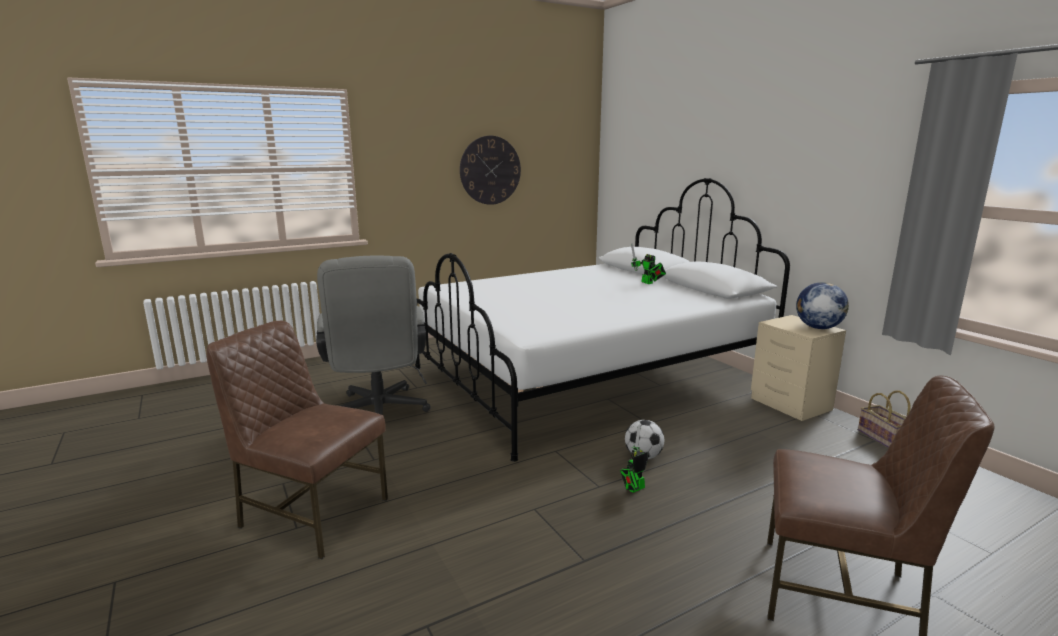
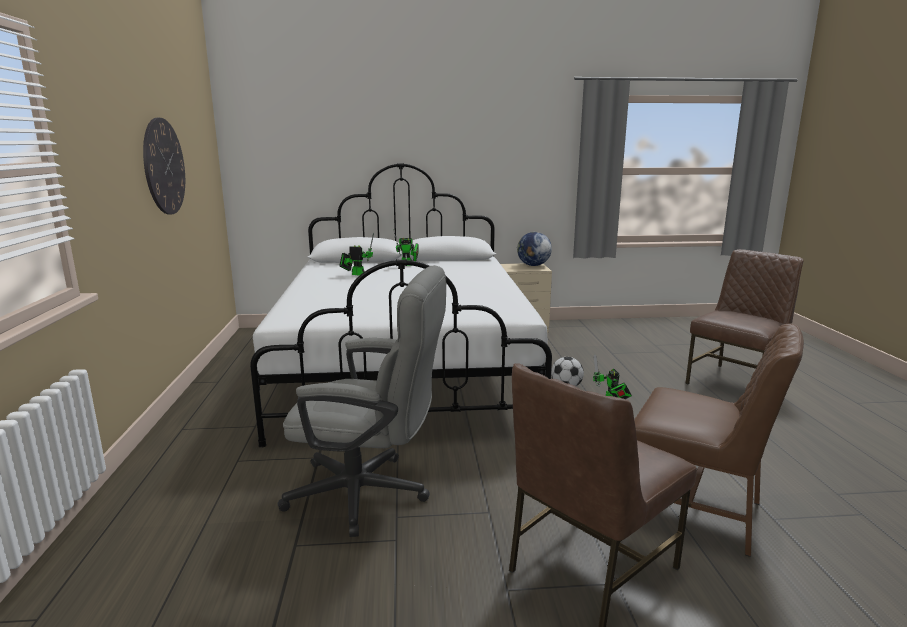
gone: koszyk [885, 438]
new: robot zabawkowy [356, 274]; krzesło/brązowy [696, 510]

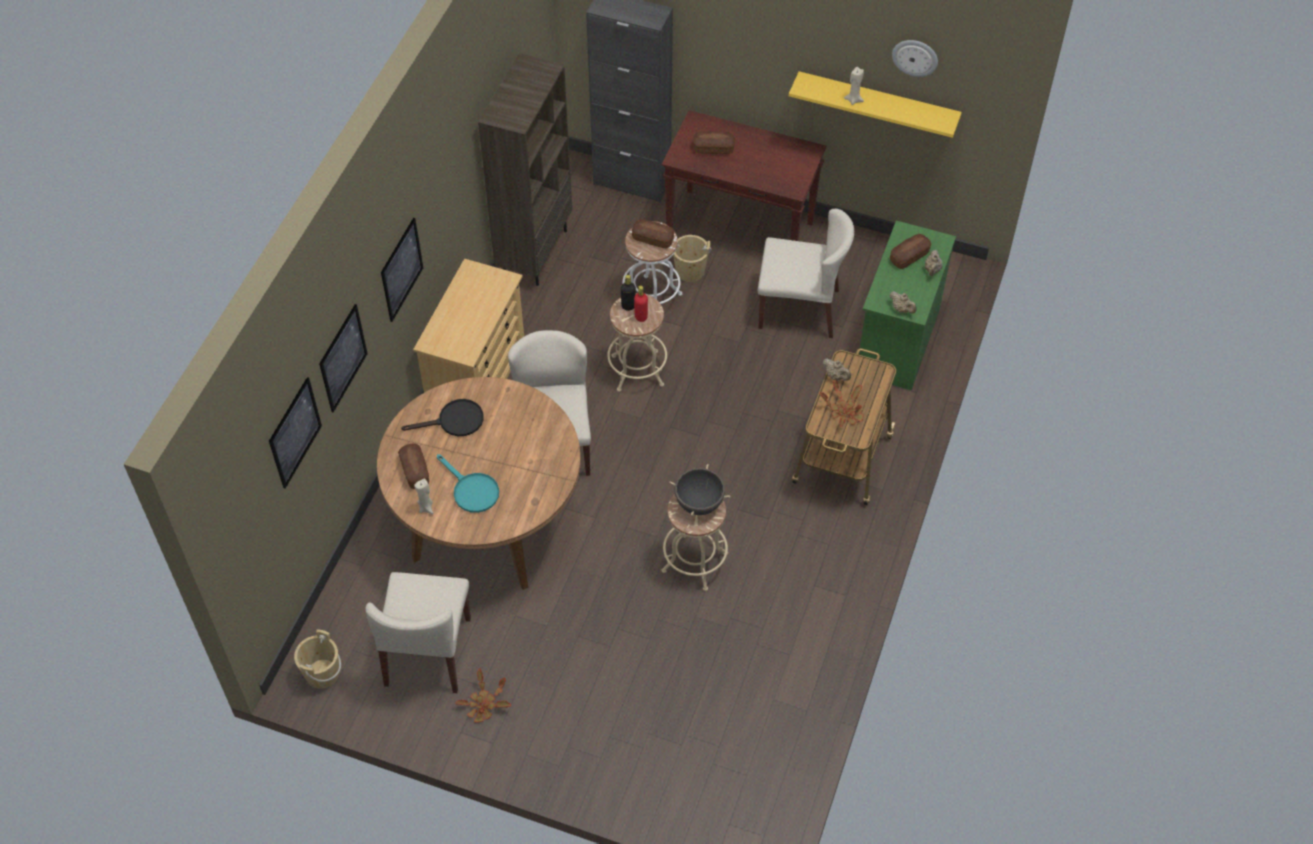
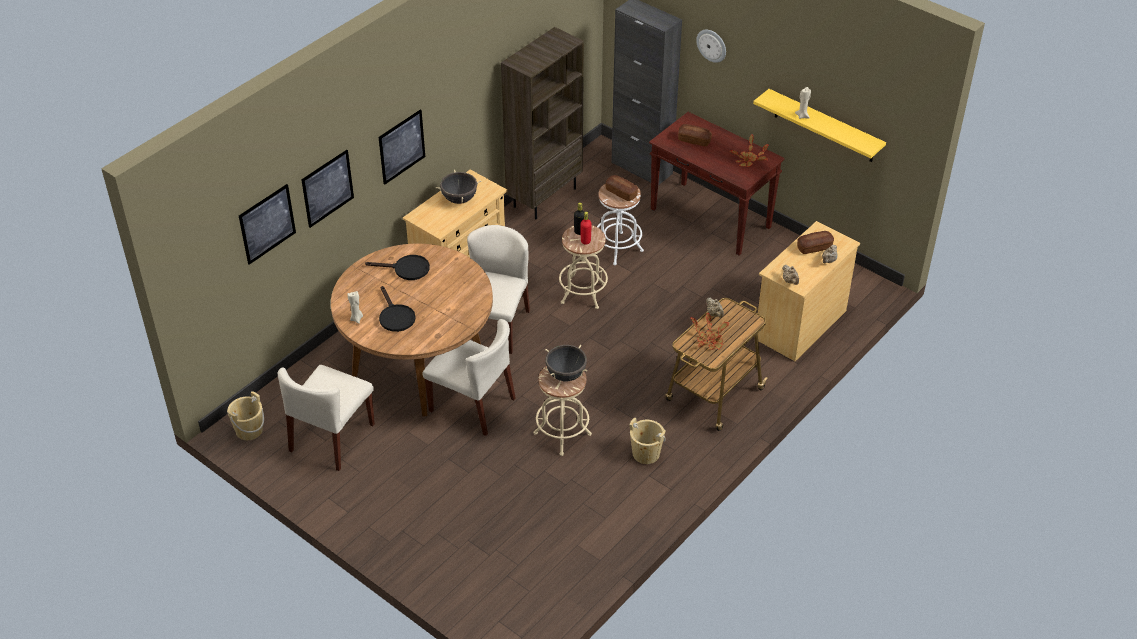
gone: chleb [415, 471]
new: garnek/czarny [459, 199]
shifted: roślina doniczkowa [484, 705] to [748, 160]; wiadro/beżowy [690, 271] to [646, 453]; krzesło/beżowy [799, 309] to [473, 405]; zegar ścienny [915, 57] to [712, 45]
repainted: patelnia/turkusowy [471, 490] to patelnia/czarny [395, 316]; komoda/zielony [897, 341] to komoda/beżowy [800, 325]

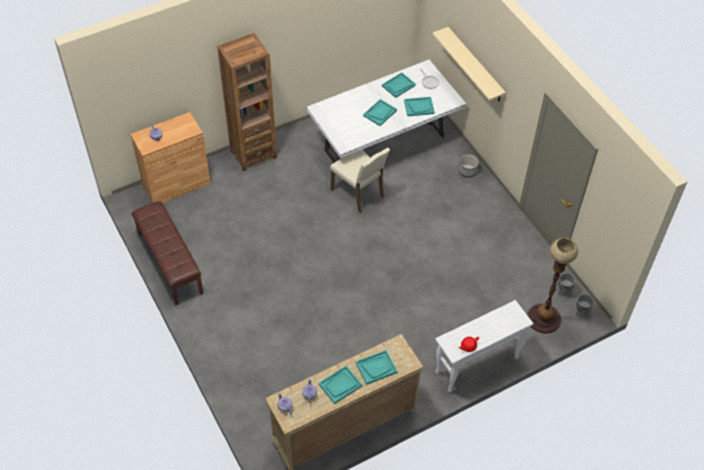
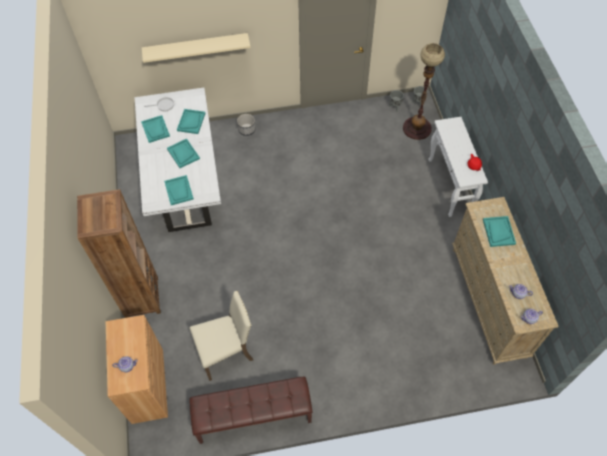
shifted: taca/turkusowy [340, 385] to [179, 191]; krzesło/beżowy [359, 193] to [226, 352]

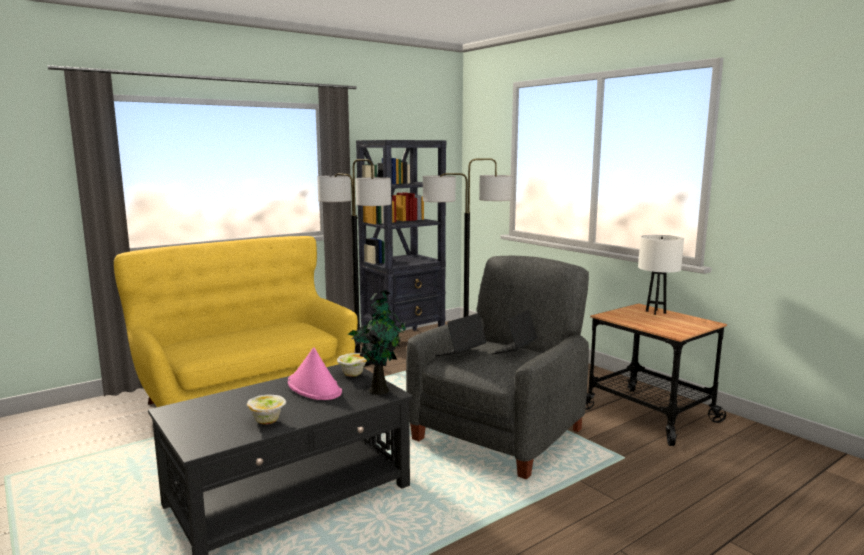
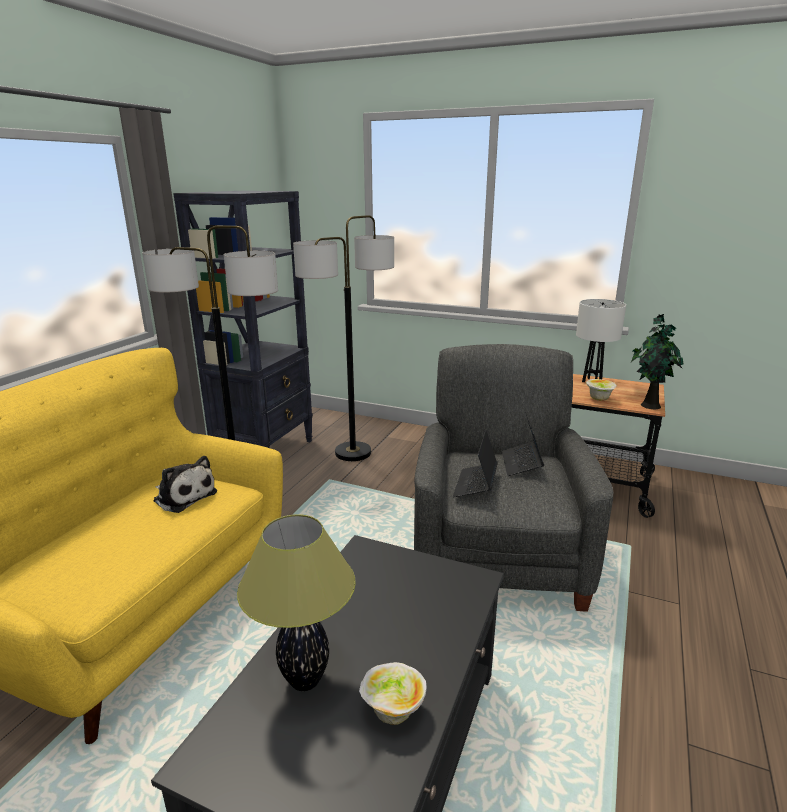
gone: kapelusz/różowy [314, 387]
new: pluszak [184, 496]; lampa stołowa [305, 680]
shifted: miska [352, 375] to [598, 399]; roślina doniczkowa [379, 389] to [649, 405]

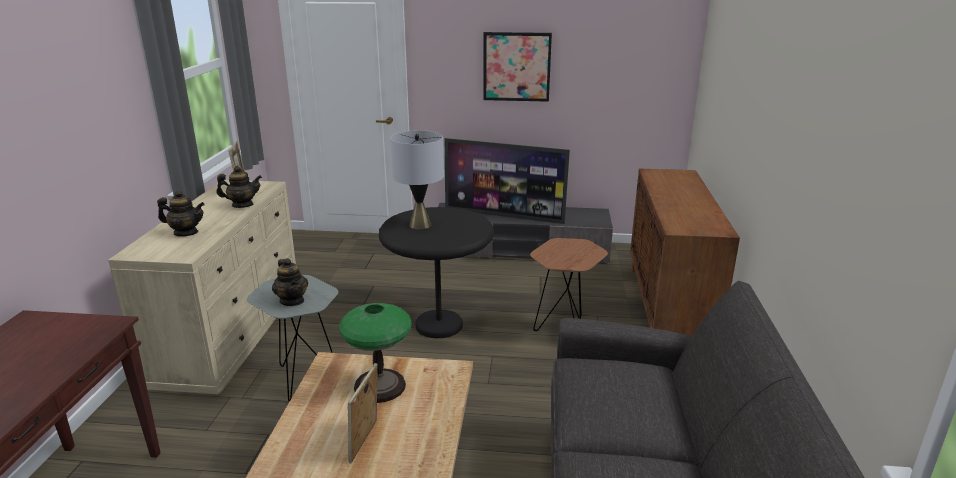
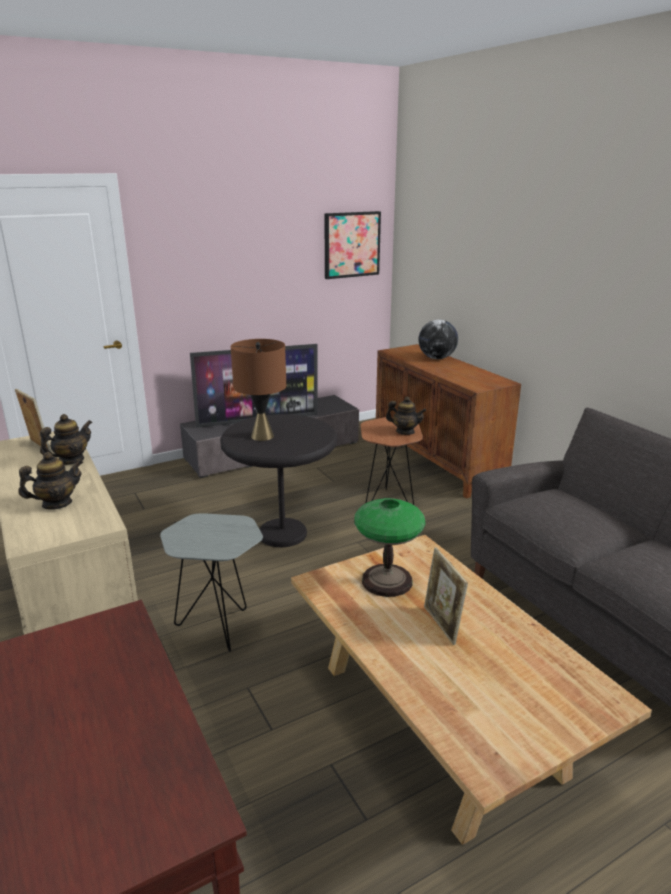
new: globus [437, 358]
shifted: imbryk [292, 301] to [405, 432]; obraz [516, 66] to [351, 244]
repainted: lampa stołowa/szary [420, 225] to lampa stołowa/brązowy [262, 436]

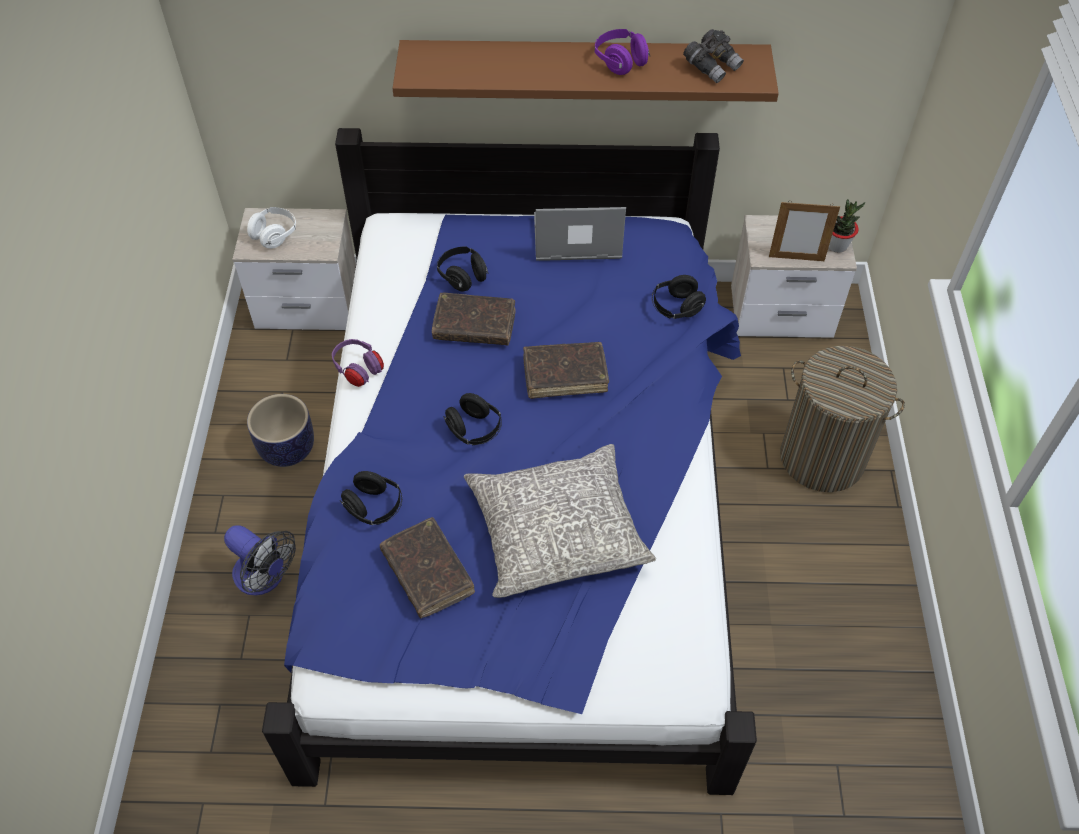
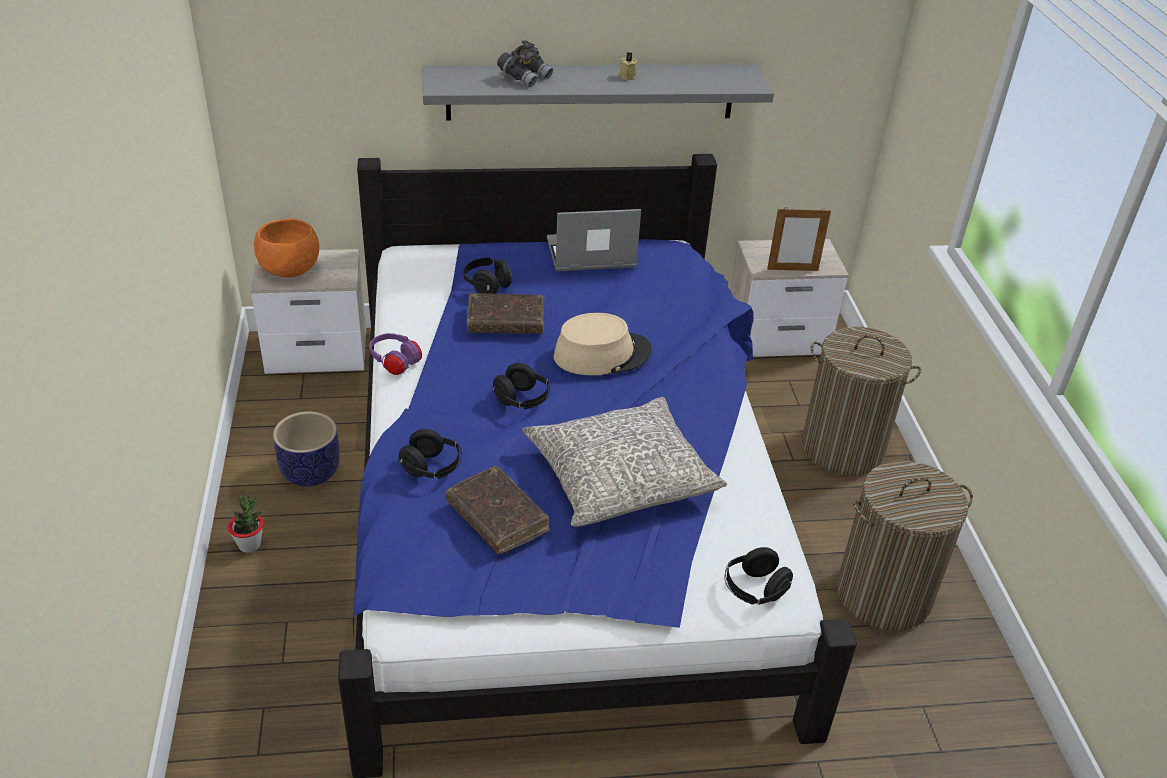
gone: wentylator [265, 578]
new: kosz na pranie [883, 594]
shifted: słuchawki/czarny [676, 308] to [754, 590]; lornetka/szary [712, 66] to [525, 77]; roślina doniczkowa [837, 246] to [250, 545]
swapped: słuchawki/biały [274, 235] to miska/pomarańczowy [291, 270]; książka/brązowy [565, 375] to kapelusz/beżowy [602, 354]; słuchawki/fioletowy [620, 62] to świeca/beżowy [628, 76]
repainted: półka/brązowy [583, 68] to półka/szary [591, 92]

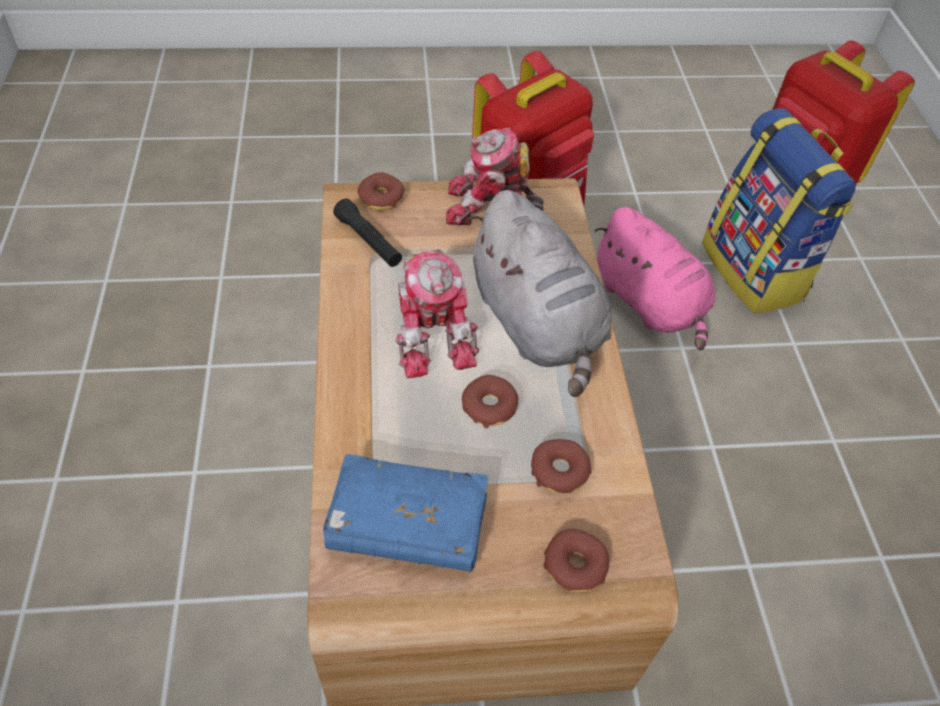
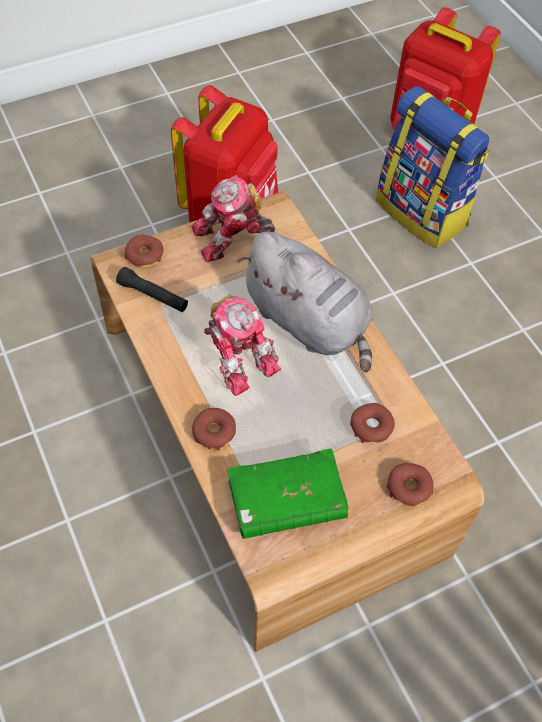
gone: pluszak/różowy [649, 303]
shifted: donut [489, 406] to [214, 432]
repainted: książka/niebieski [407, 524] to książka/zielony [286, 501]

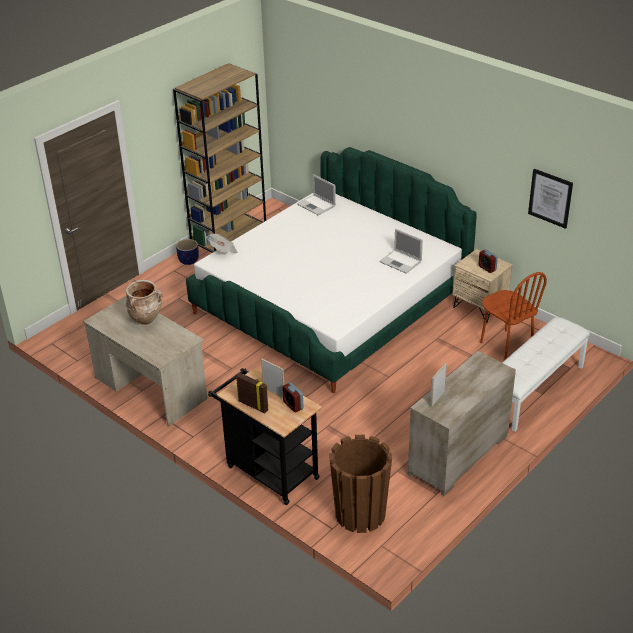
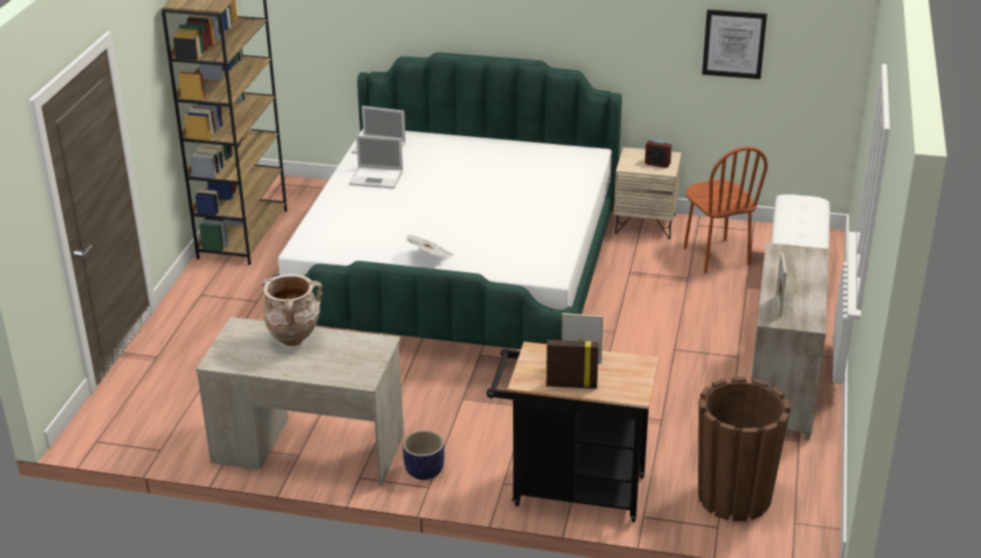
gone: budzik [293, 405]
shifted: donica [189, 261] to [425, 471]; gazeta [223, 250] to [430, 257]; laptop [401, 262] to [377, 178]
rotated: krzesło/brązowy [506, 346] = [716, 256] 45 degrees clockwise

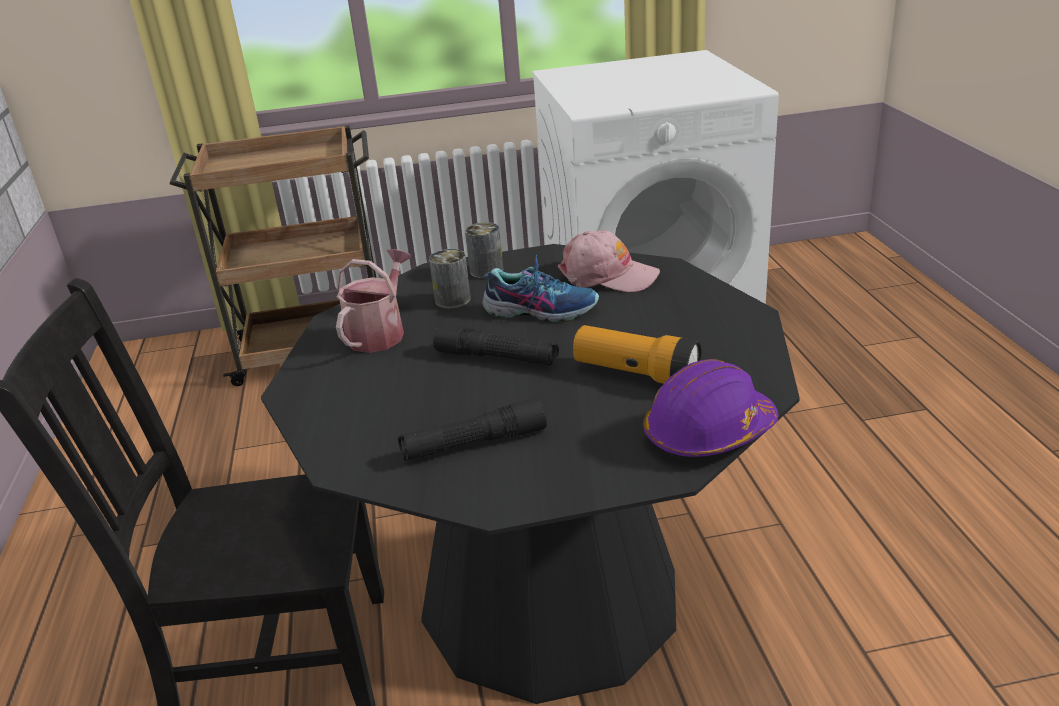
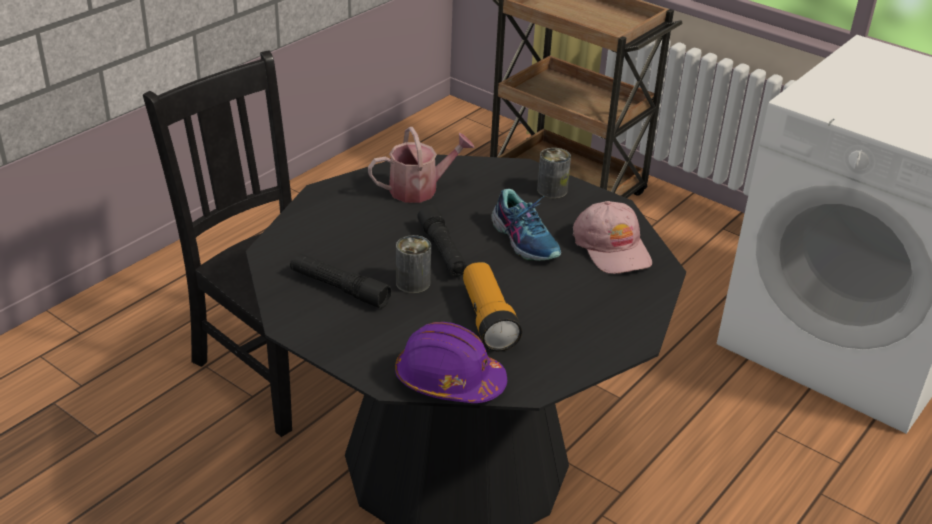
shifted: puszka [452, 300] to [413, 283]

